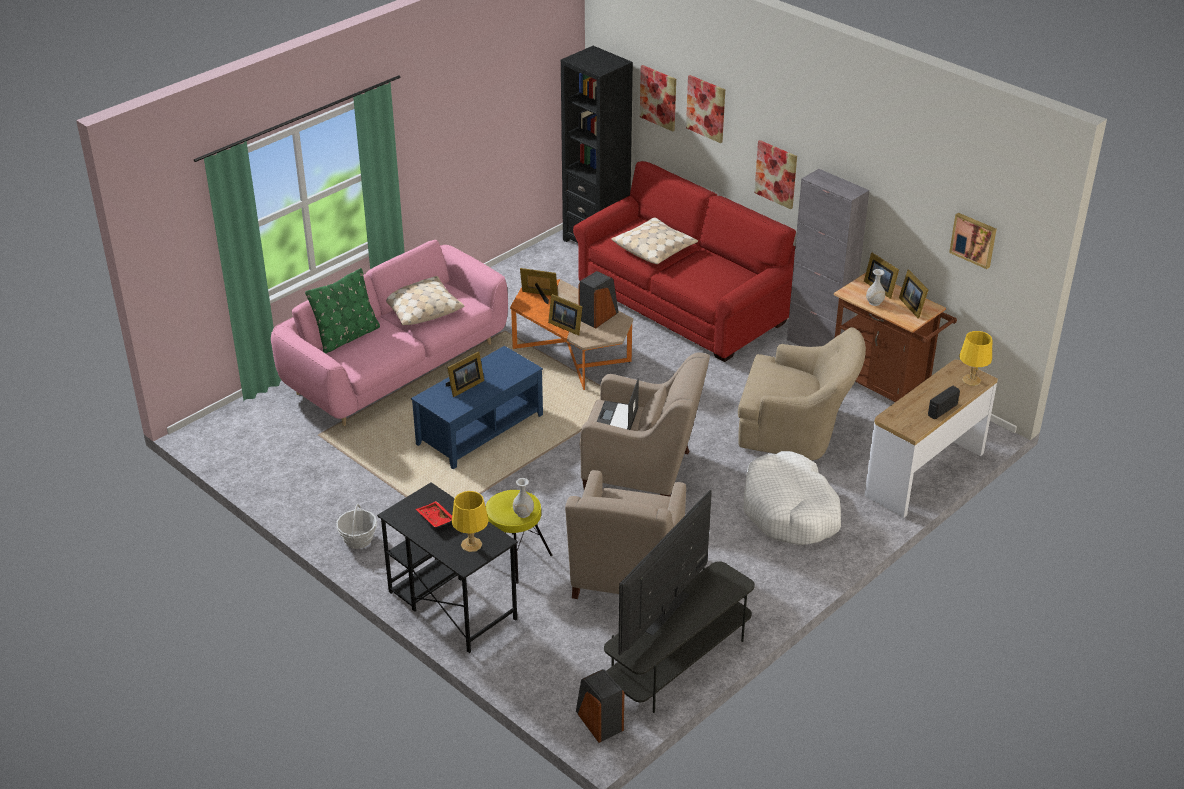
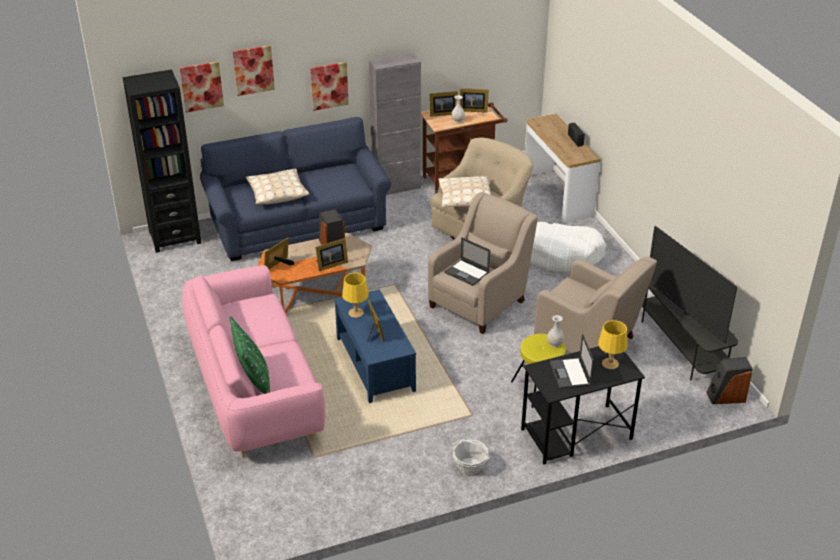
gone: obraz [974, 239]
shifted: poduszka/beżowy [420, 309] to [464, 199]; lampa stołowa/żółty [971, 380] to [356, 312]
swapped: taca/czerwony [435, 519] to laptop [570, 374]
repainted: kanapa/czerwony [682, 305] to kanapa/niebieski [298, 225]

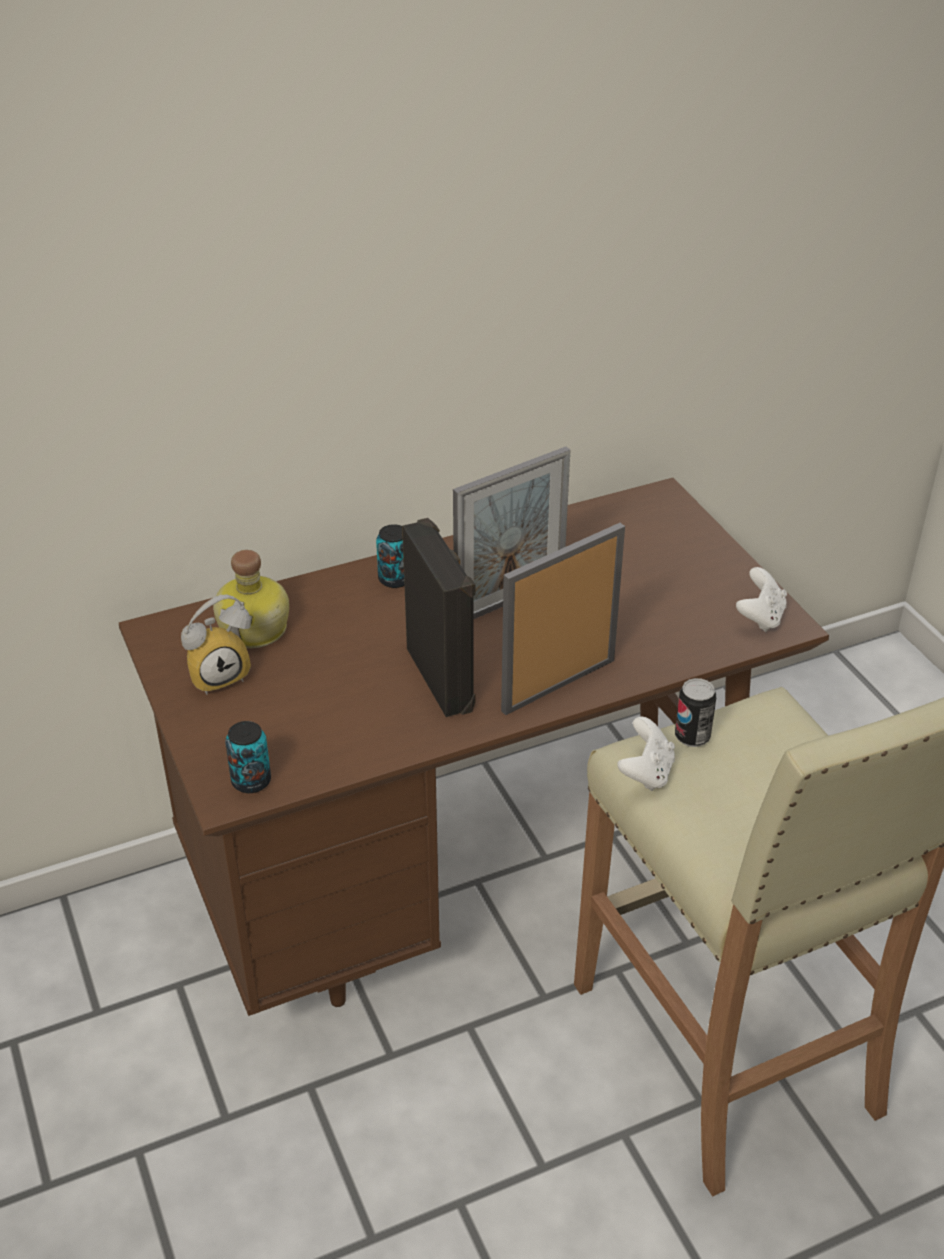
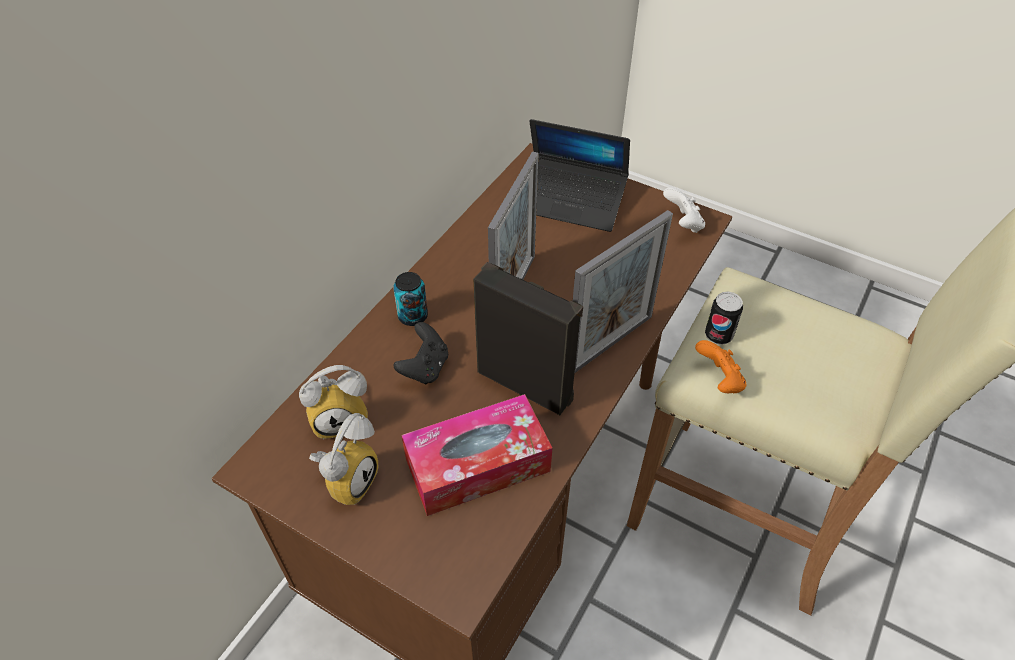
gone: puszka [251, 781]
new: pad do gier/czarny [425, 368]; pudełko chusteczek [477, 465]; laptop [572, 202]
swapped: butelka [256, 628] to budzik [341, 418]
repainted: pad do gier/biały [646, 773] to pad do gier/pomarańczowy [719, 380]
rotated: ramka na zdjęcie [558, 685] = [610, 344] 150 degrees counterclockwise

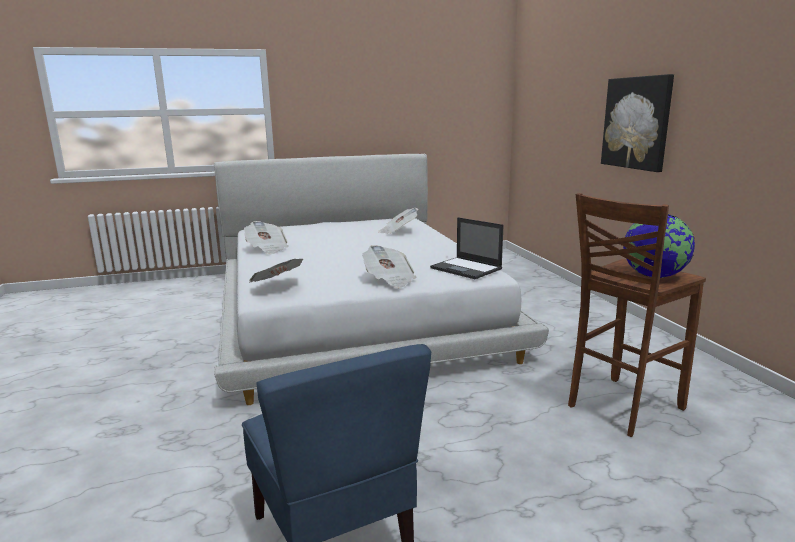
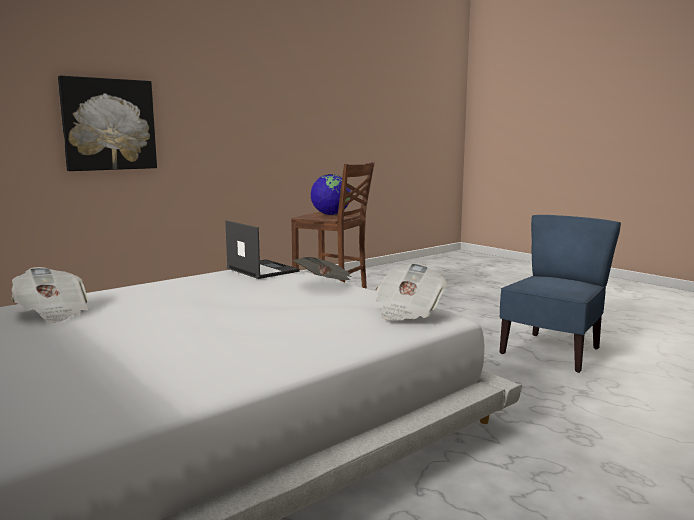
gone: gazeta [267, 249]
rotated: laptop [466, 268] = [261, 269] 60 degrees counterclockwise

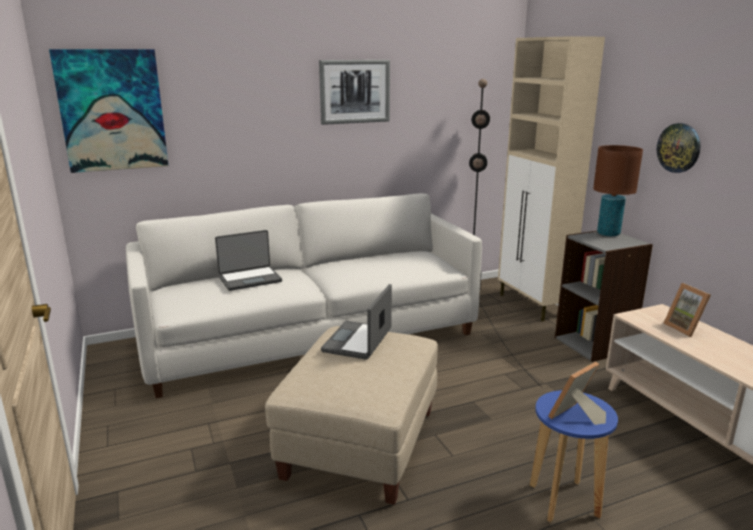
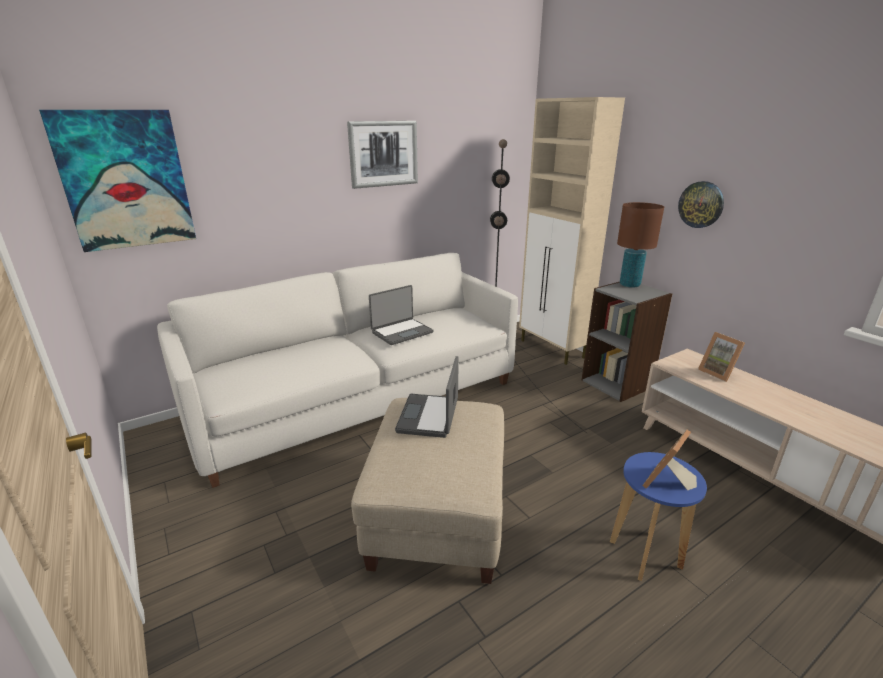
shifted: laptop [250, 279] to [401, 332]

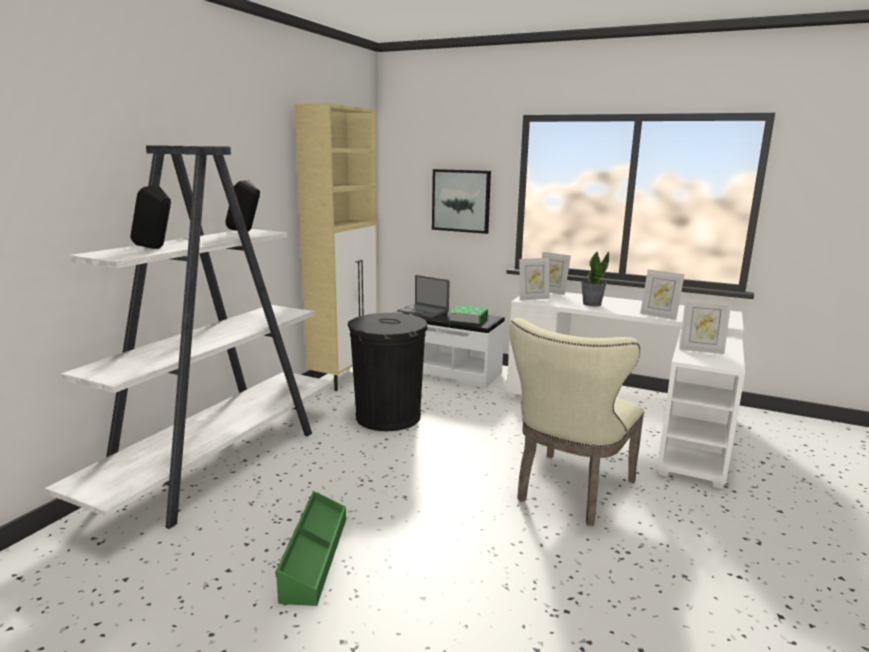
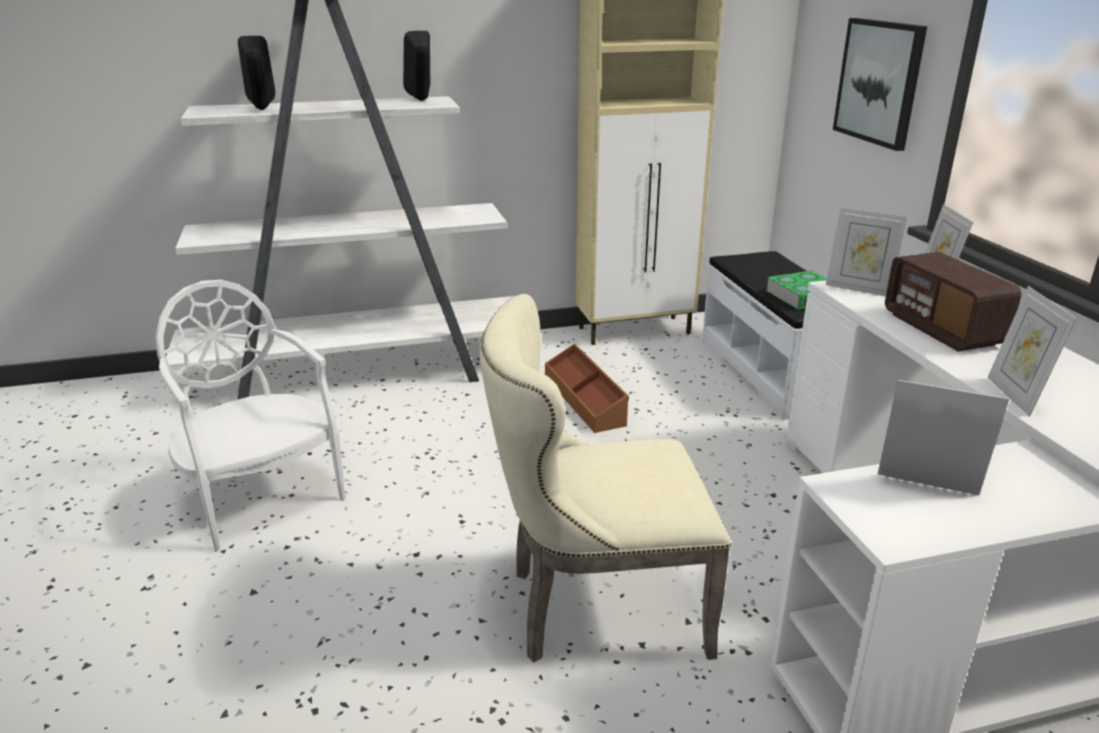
gone: laptop [423, 311]
swapped: pojemnik do przechowywania/zielony [313, 557] to krzesło/biały [262, 497]; kosz na śmieci/czarny [388, 417] to pojemnik do przechowywania/brązowy [585, 399]; roślina doniczkowa [591, 304] to radio [942, 329]
rotated: ramka na zdjęcie [701, 350] = [927, 489] 135 degrees clockwise

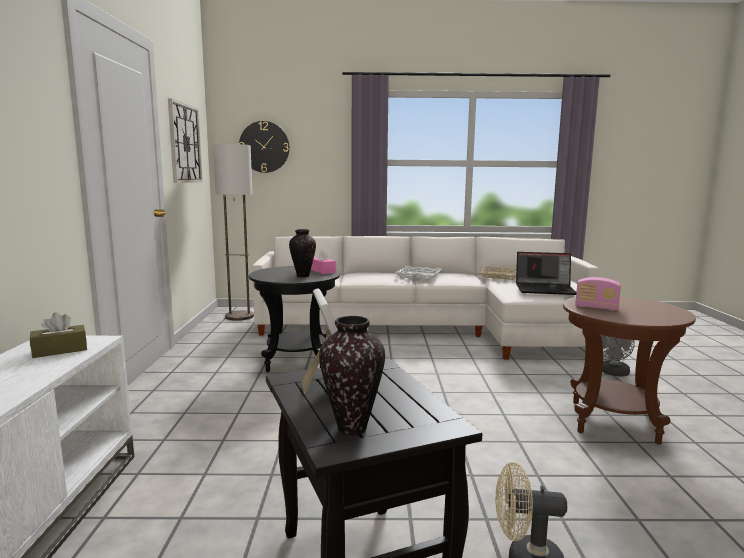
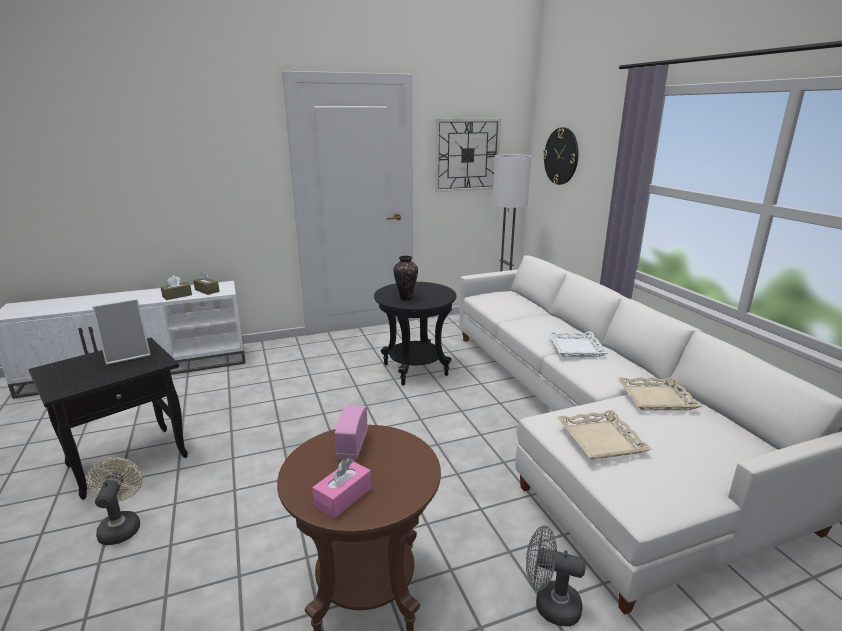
gone: wazon [353, 427]
new: pudełko chusteczek/brązowy [177, 296]
shifted: pudełko chusteczek/różowy [323, 271] to [343, 497]
swapped: laptop [545, 289] to taca/beżowy [601, 440]

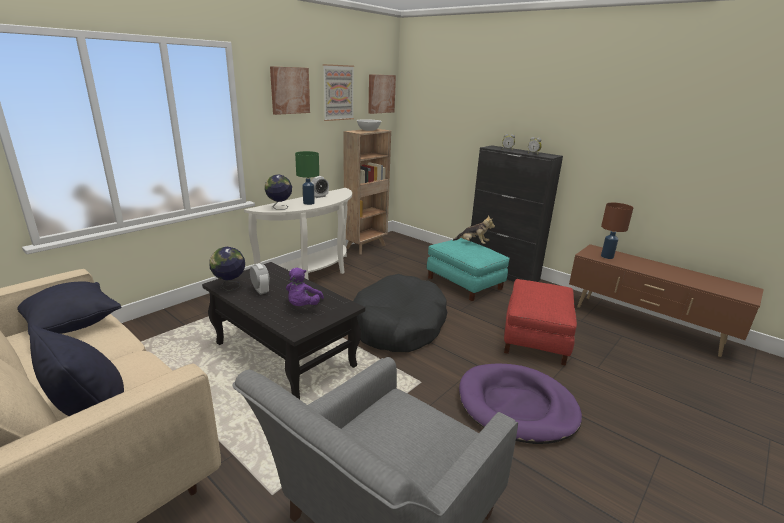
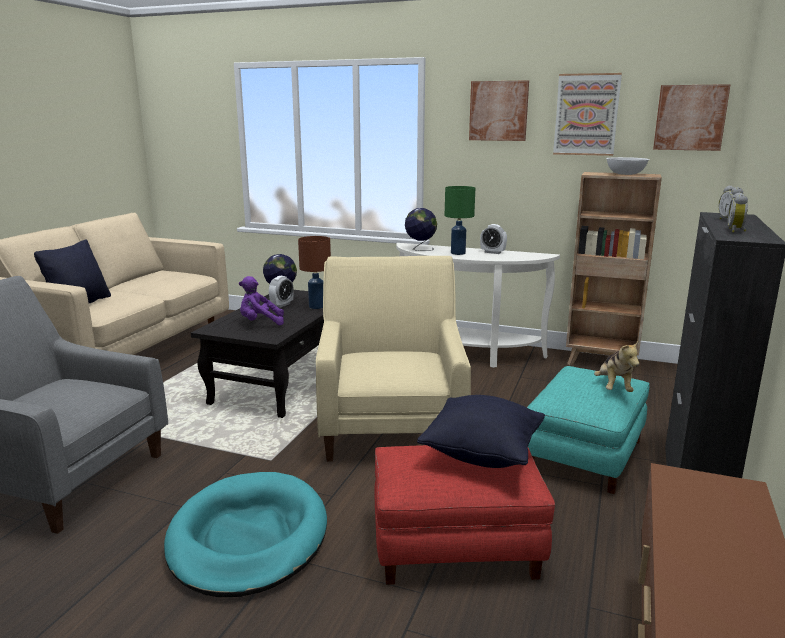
shifted: poduszka/czarny [72, 324] to [482, 454]; lampa stołowa/brązowy [606, 256] to [316, 306]
swapped: legowisko/czarny [398, 325] to fotel/beżowy [390, 425]
repainted: legowisko/fioletowy [516, 406] to legowisko/turkusowy [248, 538]

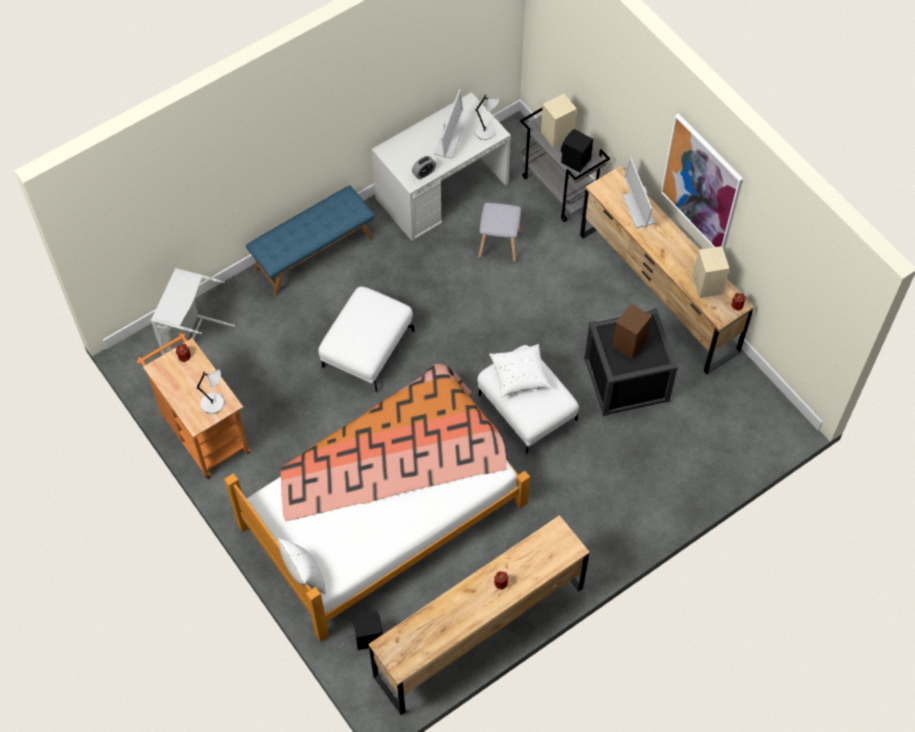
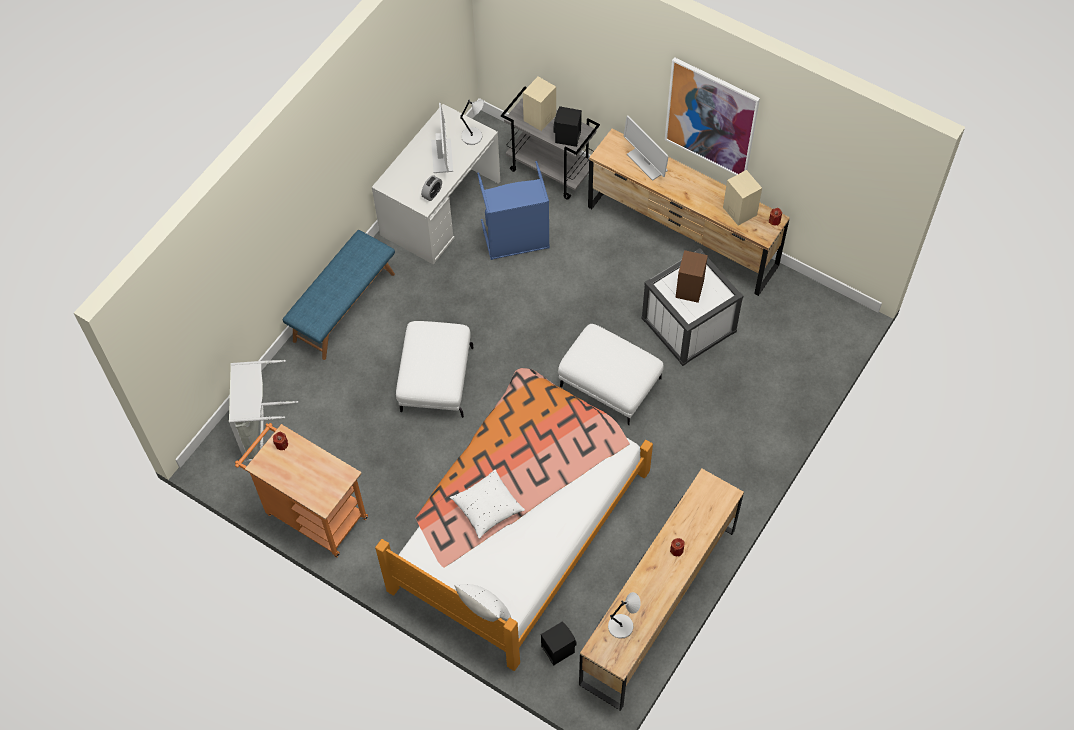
shifted: lampa stołowa/szary [214, 403] to [622, 625]; poduszka/biały [519, 376] to [487, 508]
swapped: stołek/szary [498, 245] to kosz na pranie/niebieski [516, 241]
repainted: pojemnik do przechowywania/czarny [626, 379] to pojemnik do przechowywania/biały [688, 324]

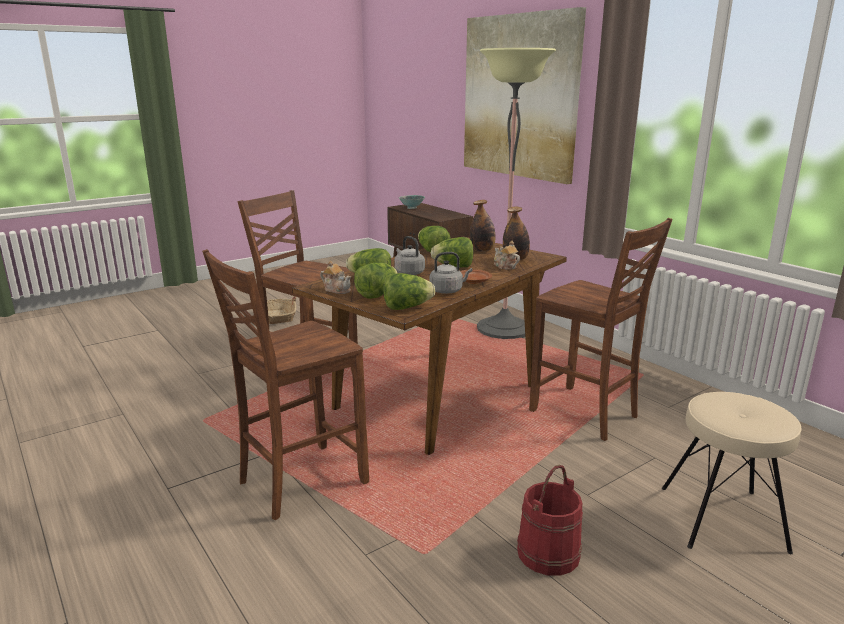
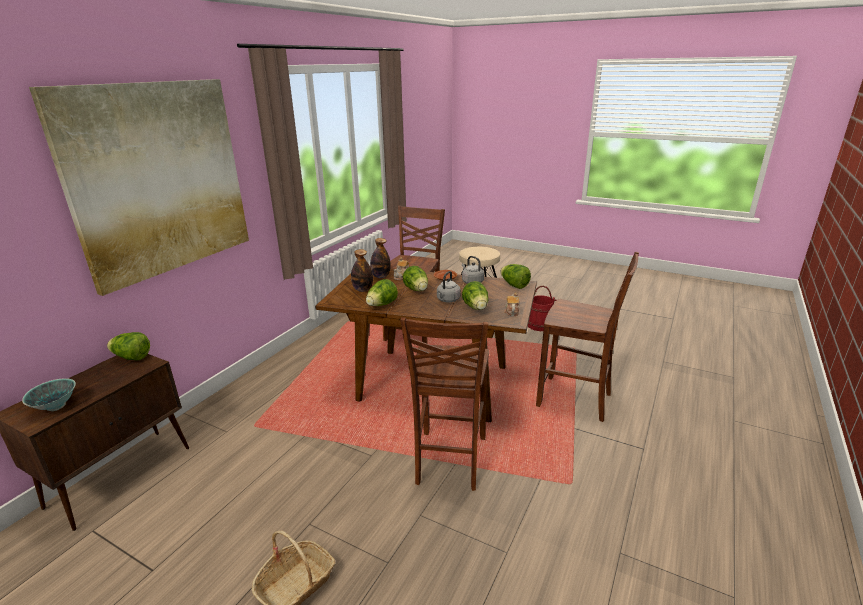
gone: lampa stojąca [504, 329]
shifted: sałata [377, 294] to [132, 357]

